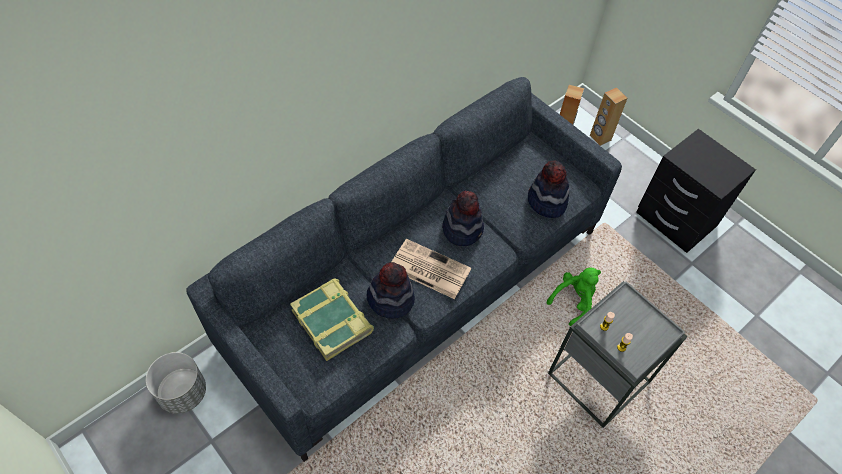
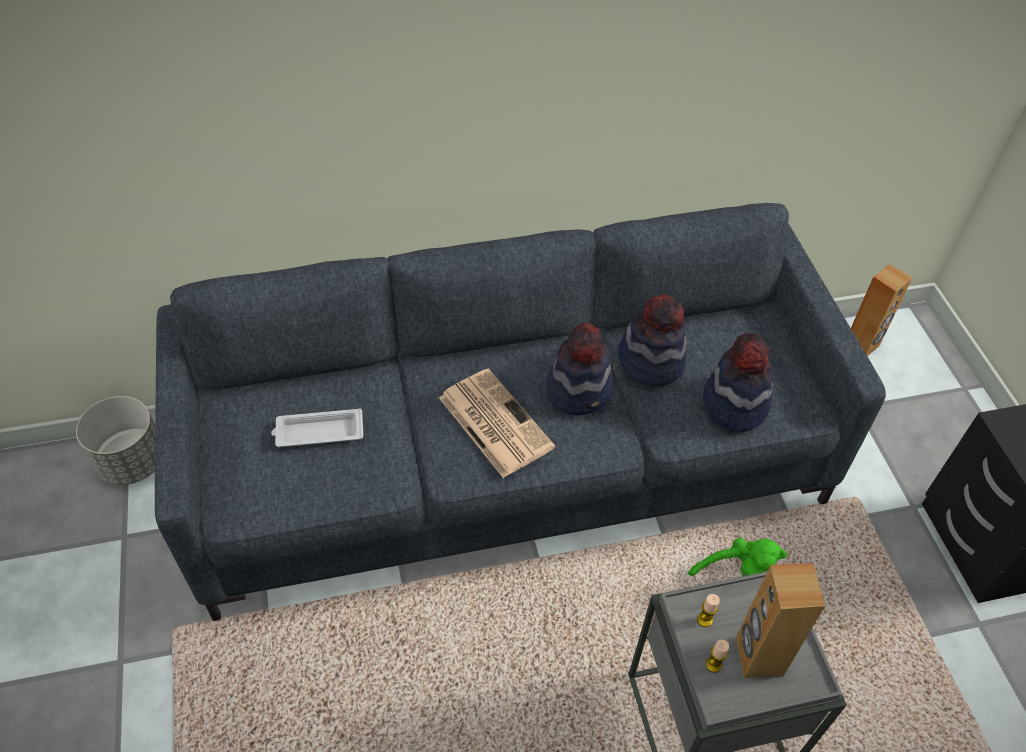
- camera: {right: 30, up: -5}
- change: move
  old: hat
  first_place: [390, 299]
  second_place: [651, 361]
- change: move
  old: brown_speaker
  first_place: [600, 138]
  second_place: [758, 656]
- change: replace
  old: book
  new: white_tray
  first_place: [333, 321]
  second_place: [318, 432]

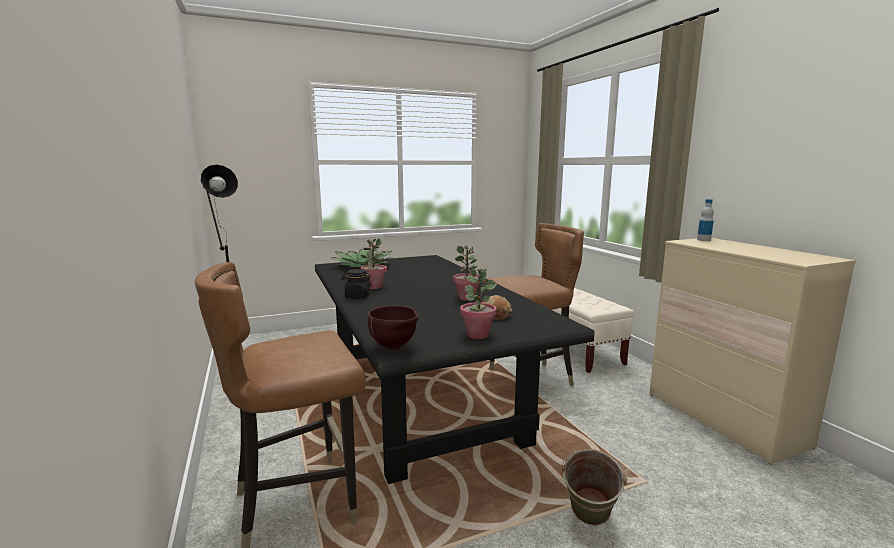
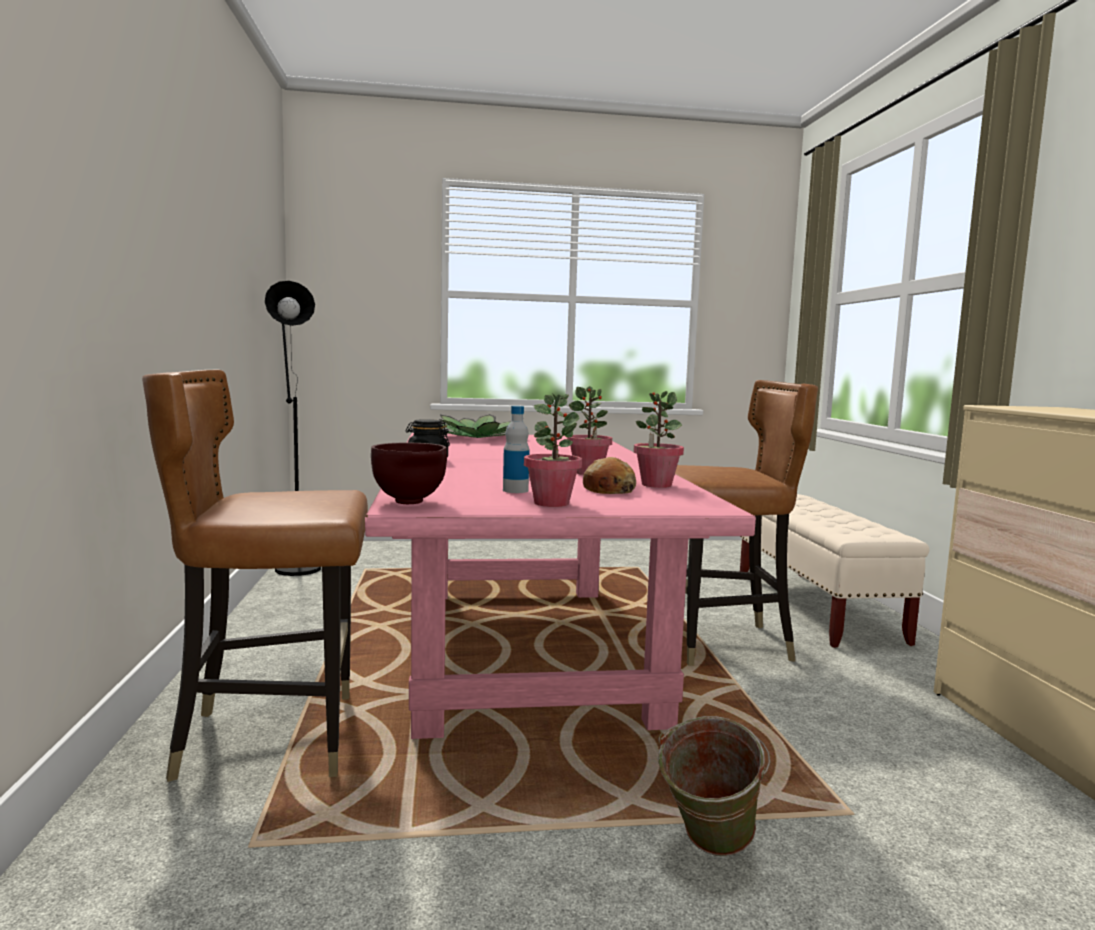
- camera: {right: 15, up: -5}
- change: move
  old: potted_plant
  first_place: [374, 287]
  second_place: [656, 485]
- change: move
  old: bottle
  first_place: [703, 240]
  second_place: [515, 490]
- change: recolor
  old: black_dining_table
  new: pink_dining_table
  first_place: [422, 403]
  second_place: [525, 649]

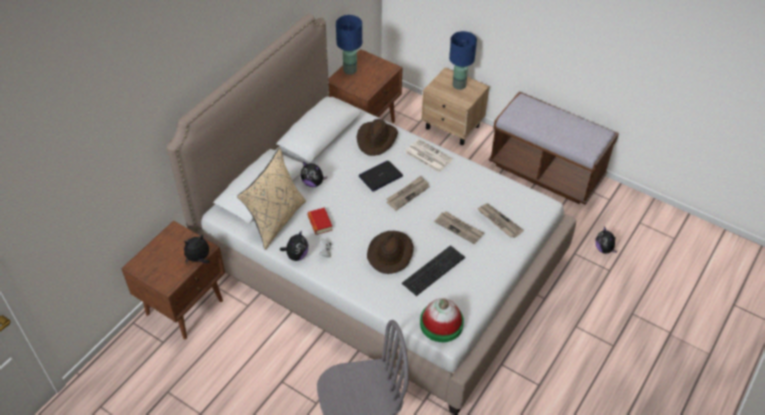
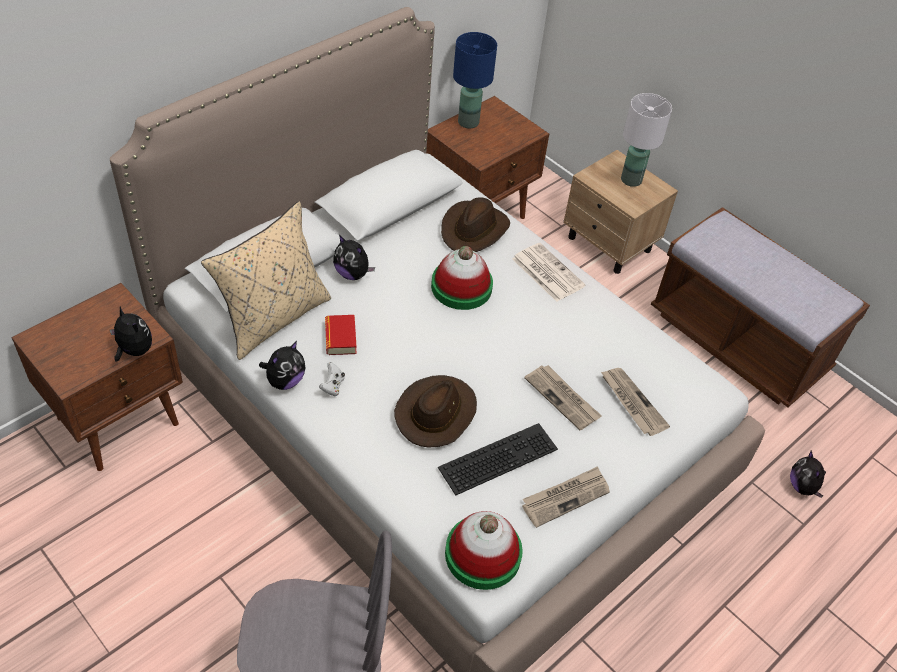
- camera: {right: 10, up: 0}
- change: move
  old: newspaper
  first_place: [408, 194]
  second_place: [565, 497]
- change: replace
  old: laptop
  new: hat
  first_place: [380, 176]
  second_place: [461, 287]
- change: recolor
  old: blue_table_lamp
  new: white_table_lamp
  first_place: [459, 85]
  second_place: [631, 180]
- change: rotate
  old: plush_toy
  first_place: [199, 259]
  second_place: [134, 351]
  degrees: 60

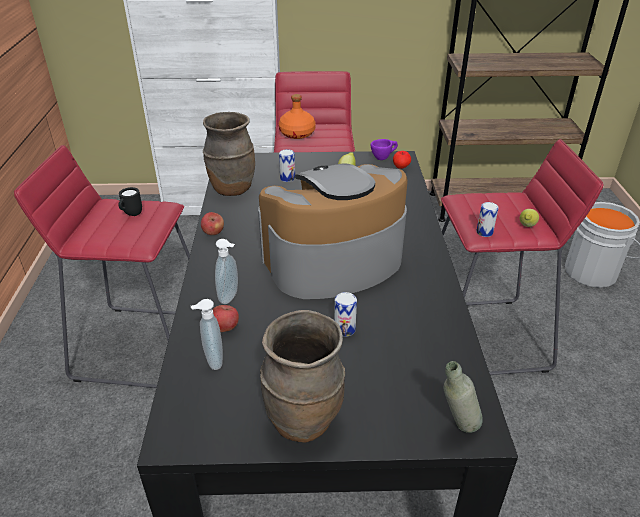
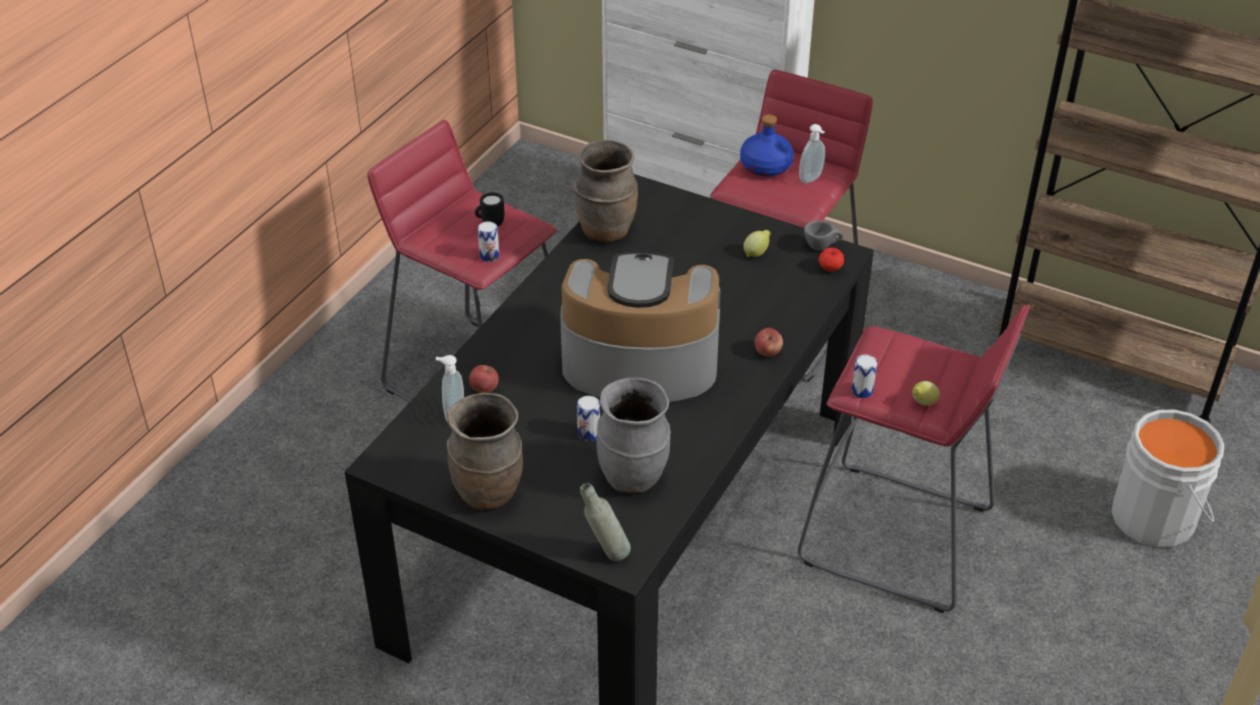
- camera: {right: 30, up: 5}
- change: insert
  new: grey_vase
  second_place: [634, 478]
- change: move
  old: apple
  first_place: [213, 233]
  second_place: [767, 352]
- change: move
  old: soap_dispenser
  first_place: [230, 297]
  second_place: [812, 179]
- change: move
  old: can
  first_place: [287, 178]
  second_place: [489, 256]
- change: recolor
  old: orange_bottle
  new: blue_bottle
  first_place: [297, 134]
  second_place: [765, 166]
- change: recolor
  old: purple_cup
  new: grey_cup
  first_place: [383, 158]
  second_place: [822, 247]

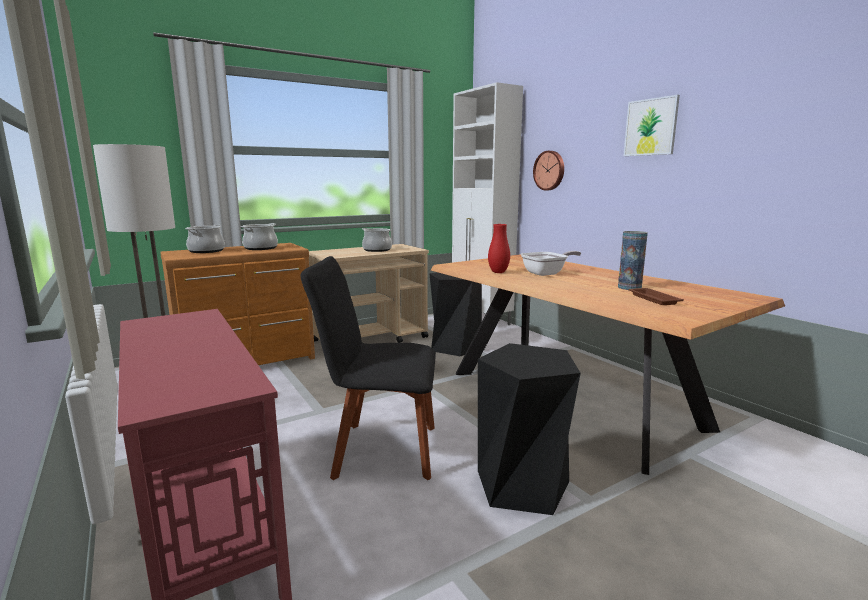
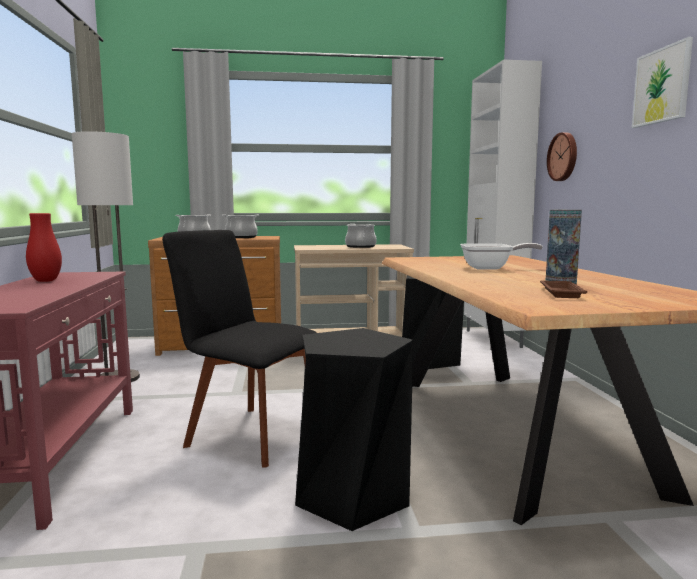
- camera: {right: 25, up: -5}
- change: move
  old: red_vase
  first_place: [498, 272]
  second_place: [46, 281]

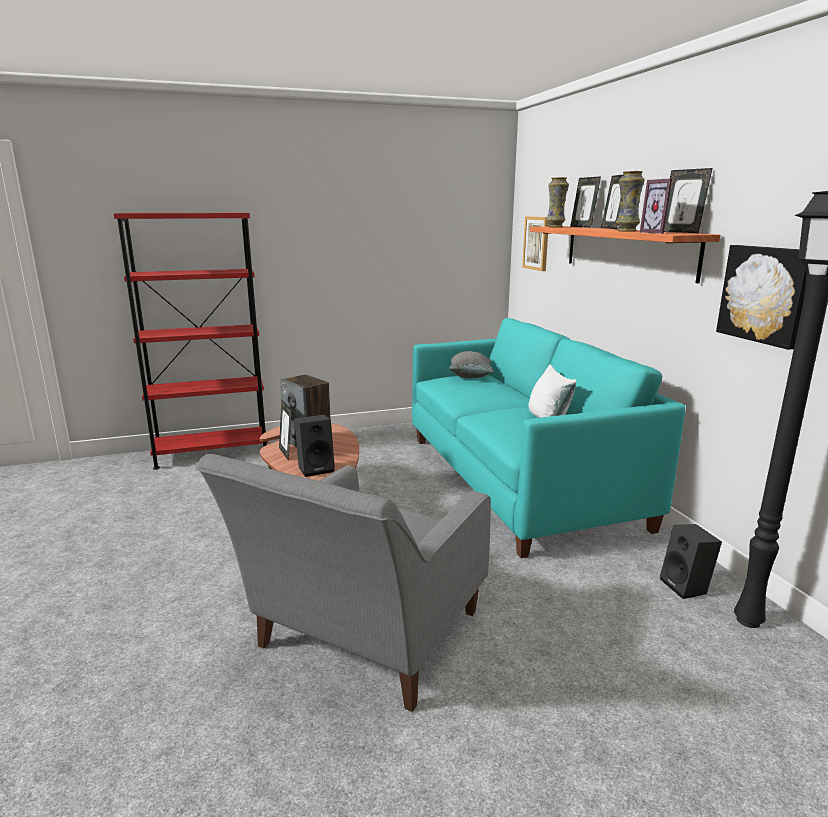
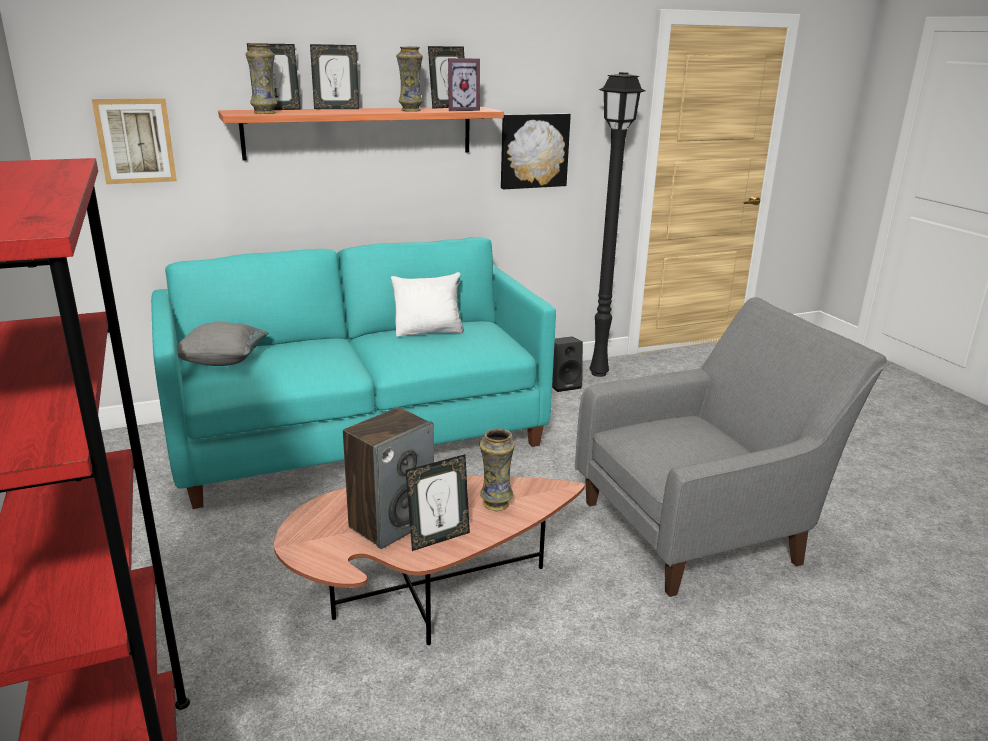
- camera: {right: -95, up: 5}
- change: replace
  old: black_speaker
  new: vase
  first_place: [316, 468]
  second_place: [495, 504]
- change: rotate
  old: grey_armchair
  first_place: [363, 639]
  second_place: [701, 527]
  degrees: -45

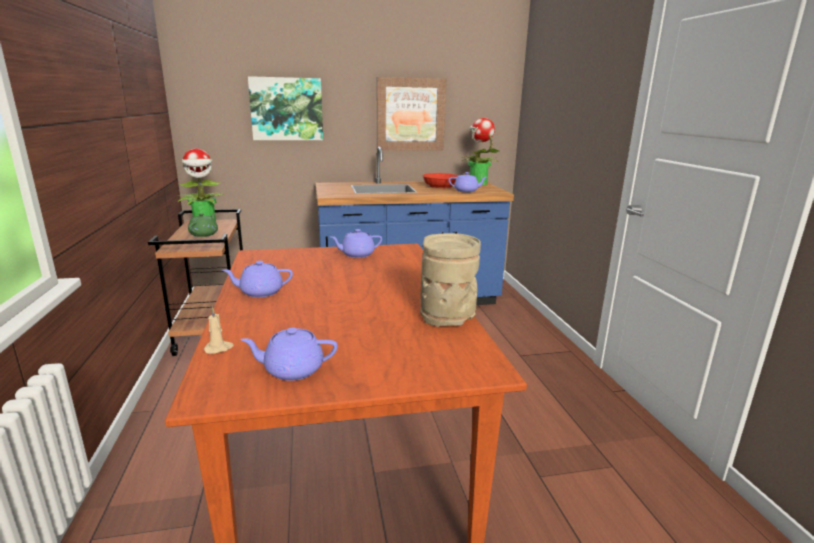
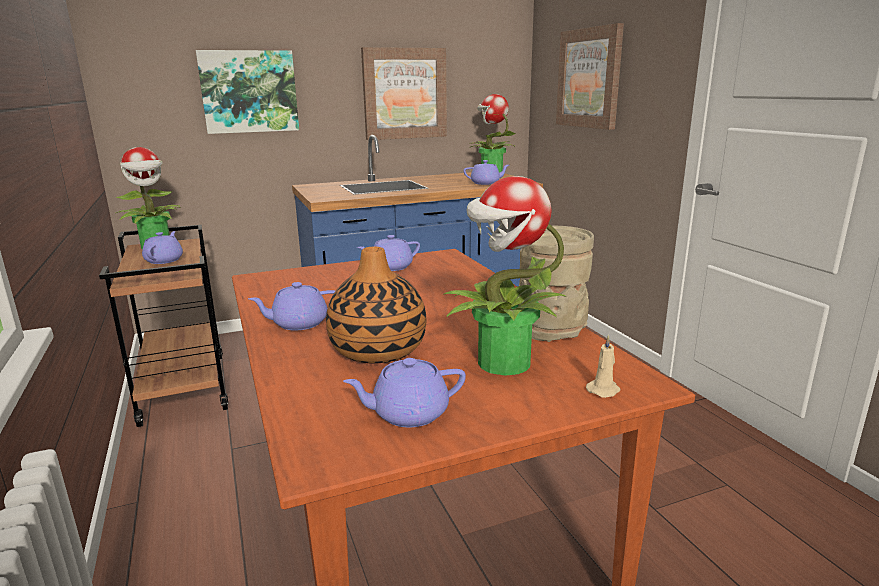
- camera: {right: -10, up: 0}
- change: delete
  old: red_bowl
  first_place: [440, 186]
- change: insert
  new: vase
  second_place: [378, 351]
- change: insert
  new: potted_plant
  second_place: [502, 363]
- change: insert
  new: picture
  second_place: [589, 78]
- change: move
  old: beige_candle
  first_place: [219, 348]
  second_place: [604, 390]
- change: recolor
  old: green_teapot
  new: purple_teapot
  first_place: [204, 234]
  second_place: [164, 260]

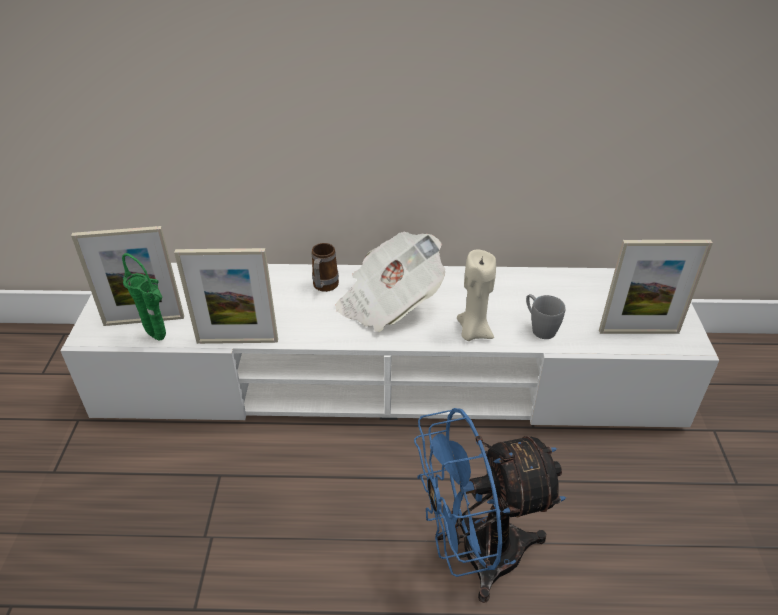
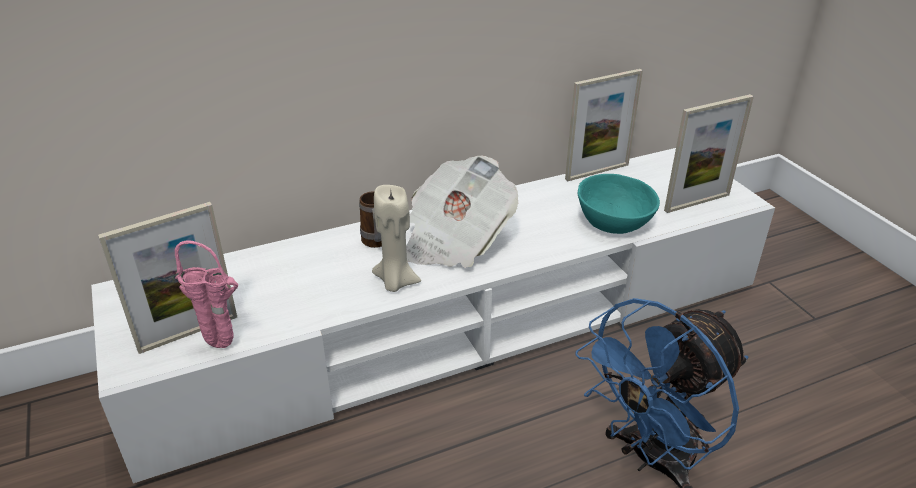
- camera: {right: -25, up: -5}
- change: move
  old: picture_frame
  first_place: [237, 341]
  second_place: [597, 172]
- change: move
  old: beige_candle
  first_place: [473, 332]
  second_place: [395, 282]
- change: replace
  old: grey_mug
  new: turquoise_bowl
  first_place: [539, 328]
  second_place: [612, 222]
- change: recolor
  old: green_vase
  new: pink_vase
  first_place: [160, 339]
  second_place: [224, 347]

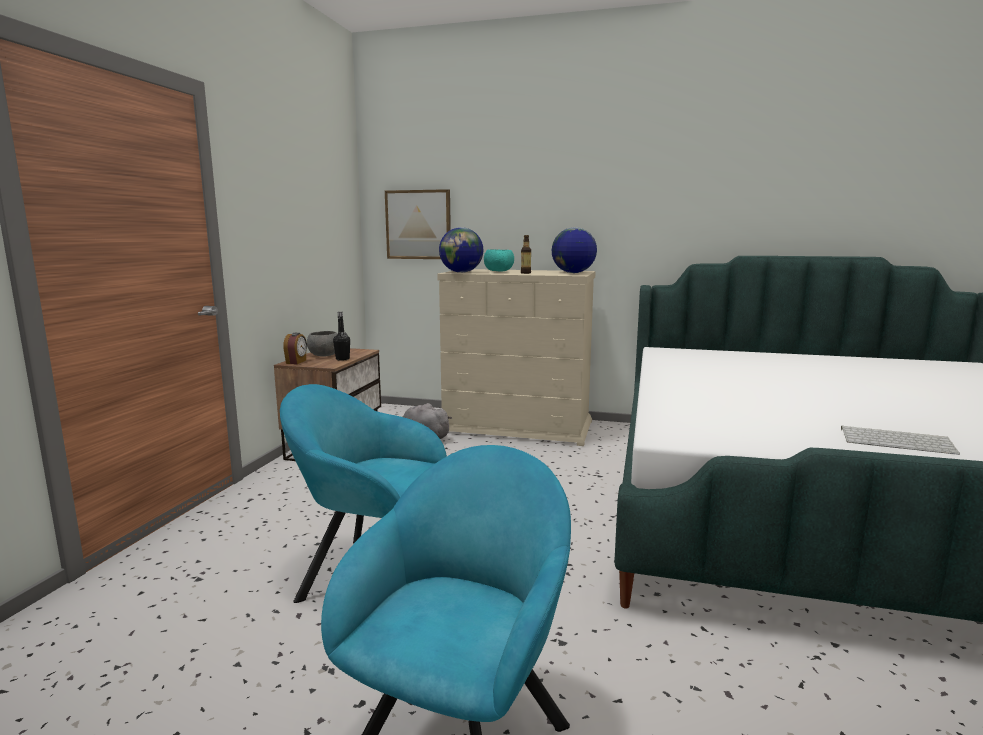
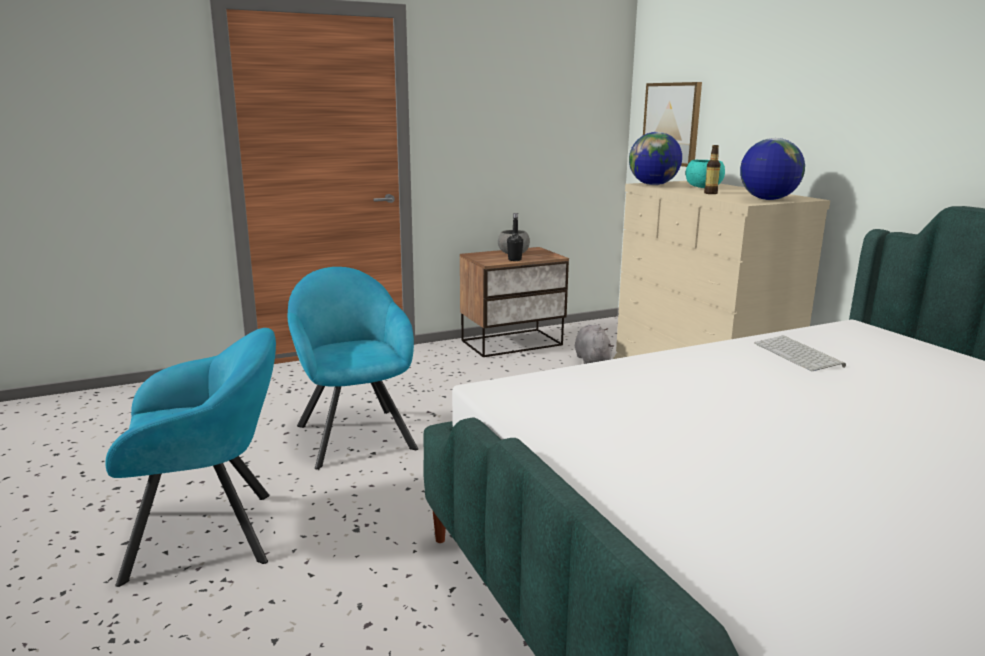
- camera: {right: 50, up: 5}
- change: delete
  old: alarm_clock
  first_place: [296, 362]
- change: move
  old: keyboard
  first_place: [897, 441]
  second_place: [799, 355]

